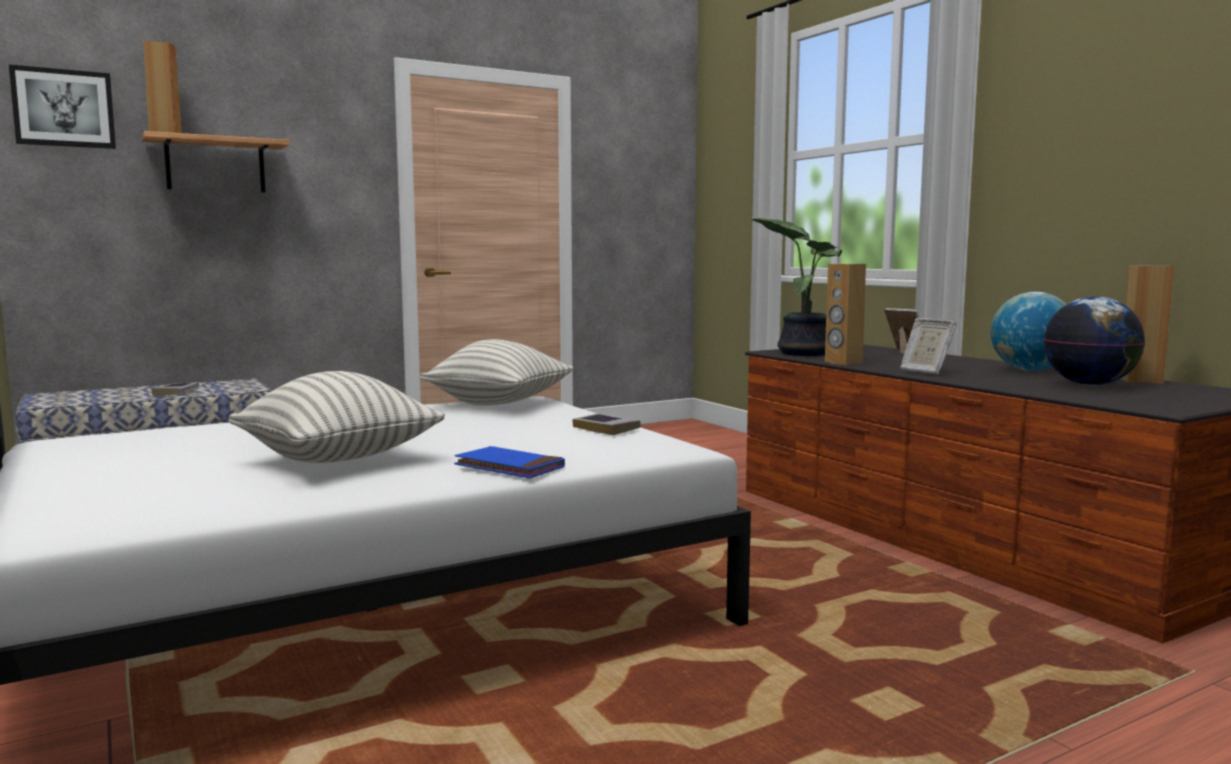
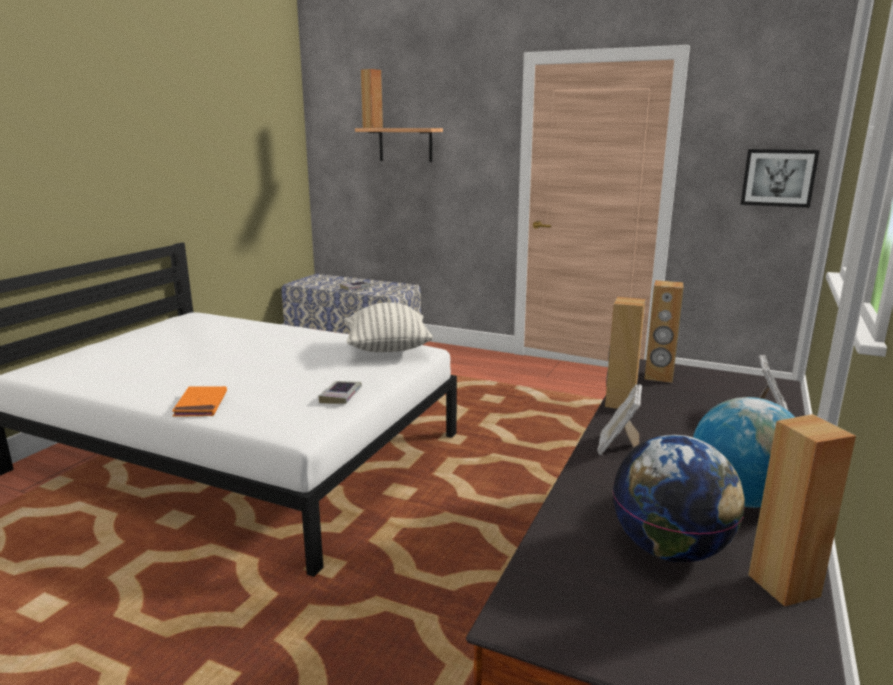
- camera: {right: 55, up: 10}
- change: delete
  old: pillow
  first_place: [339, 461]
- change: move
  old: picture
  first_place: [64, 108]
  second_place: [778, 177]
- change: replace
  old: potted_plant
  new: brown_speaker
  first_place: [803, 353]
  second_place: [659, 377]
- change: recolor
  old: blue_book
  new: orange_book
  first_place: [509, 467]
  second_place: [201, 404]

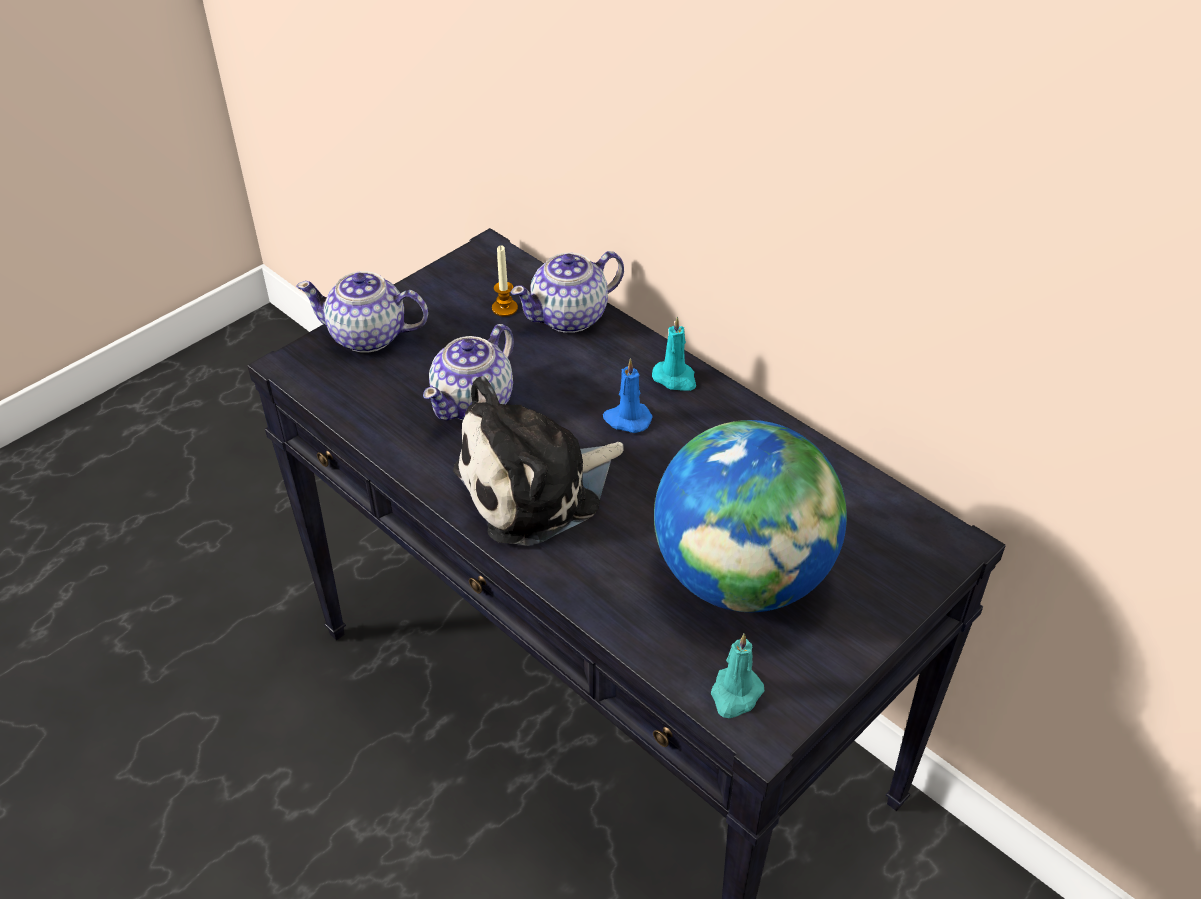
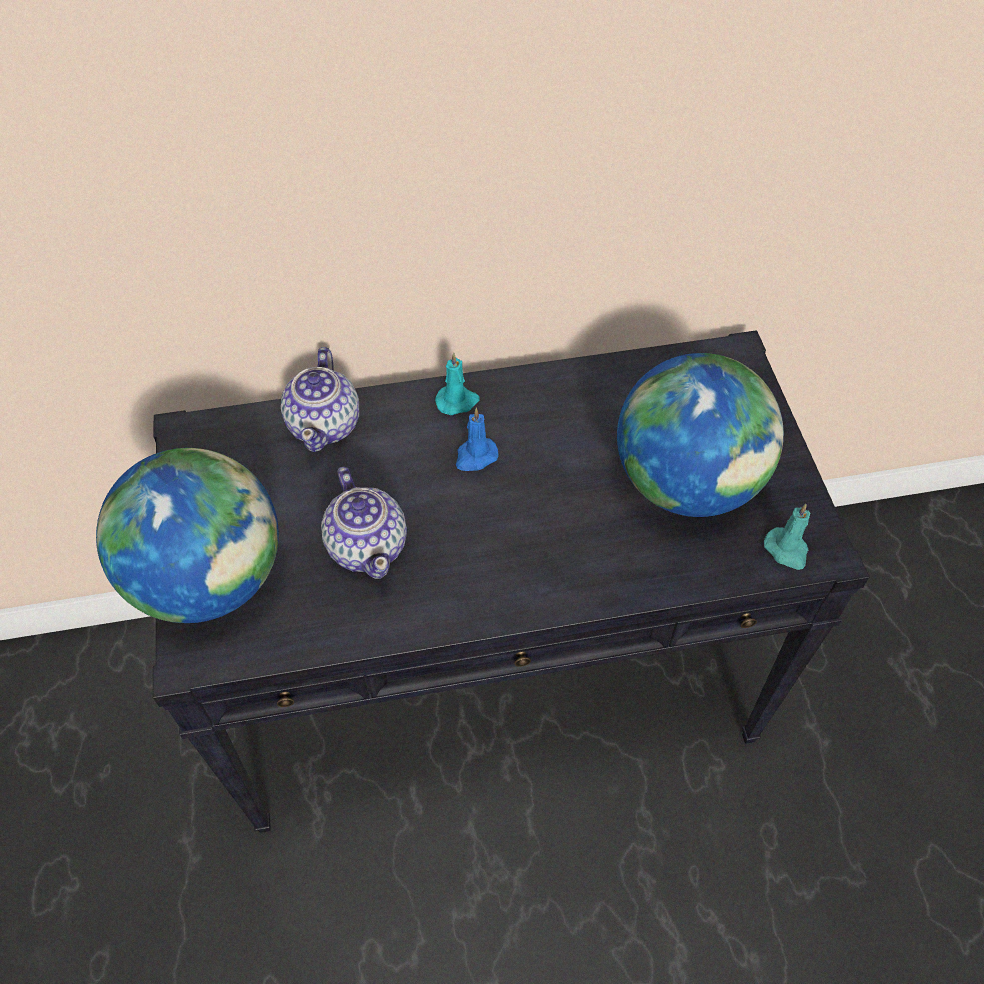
- camera: {right: -55, up: 10}
- change: delete
  old: plush_toy
  first_place: [537, 487]
- change: delete
  old: candle
  first_place: [504, 308]
- change: replace
  old: teapot
  new: globe
  first_place: [368, 336]
  second_place: [209, 578]

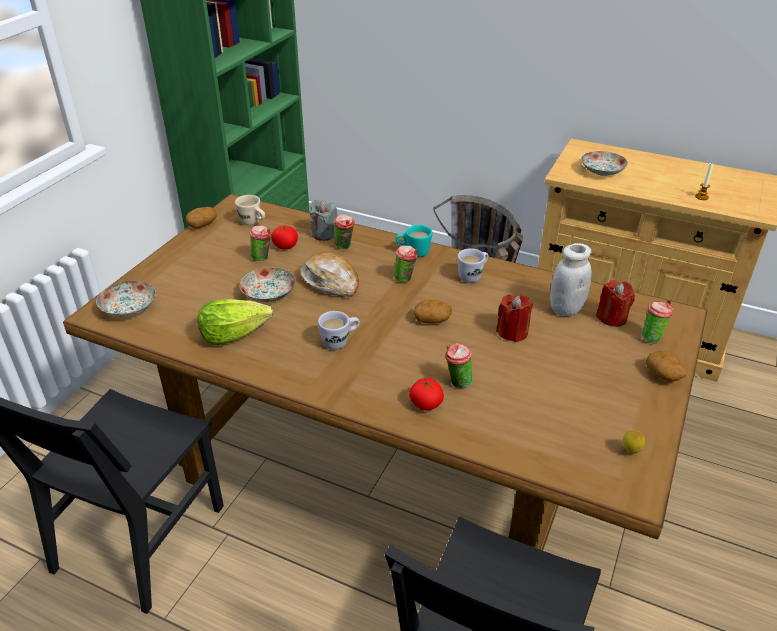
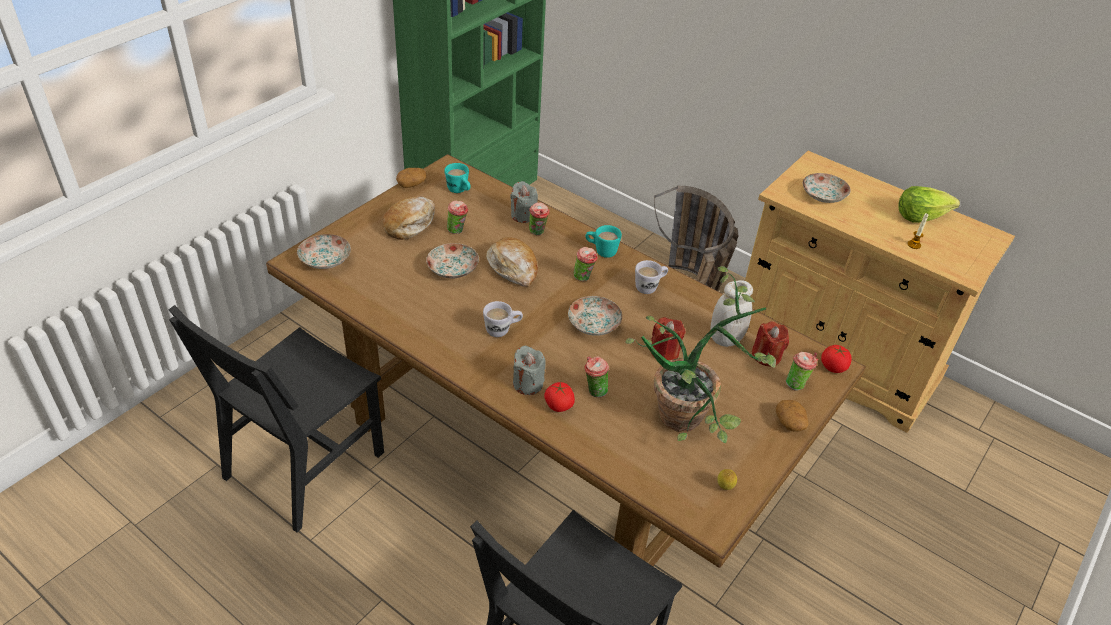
- camera: {right: 10, up: 5}
- change: insert
  new: bread
  second_place: [410, 224]
- change: insert
  new: grey_candle
  second_place: [528, 383]
- change: insert
  new: potted_plant
  second_place: [692, 419]
- change: move
  old: lettuce
  first_place: [234, 334]
  second_place: [920, 216]
- change: move
  old: tomato
  first_place: [285, 246]
  second_place: [833, 367]
- change: replace
  old: potato
  new: plate
  first_place: [432, 319]
  second_place: [594, 325]
- change: recolor
  old: beige_mug
  new: turquoise_mug
  first_place: [253, 223]
  second_place: [459, 191]

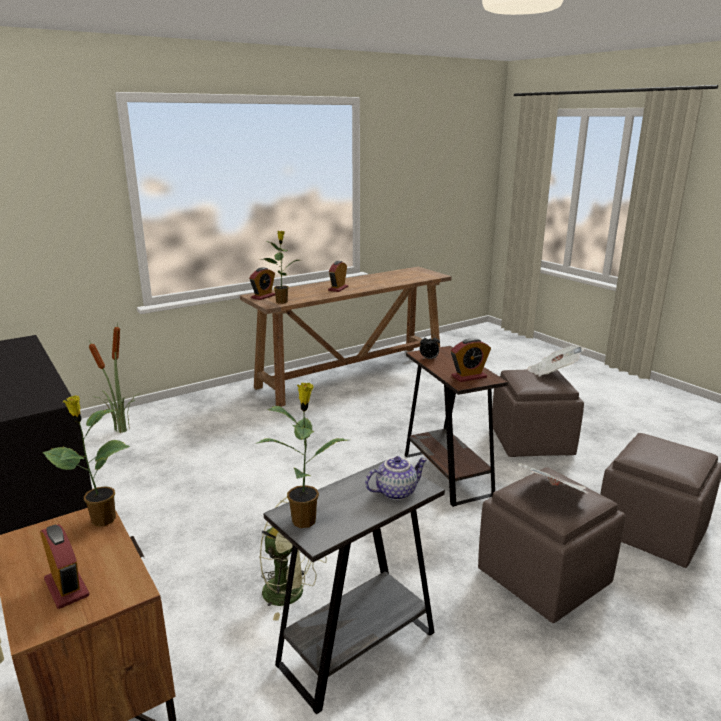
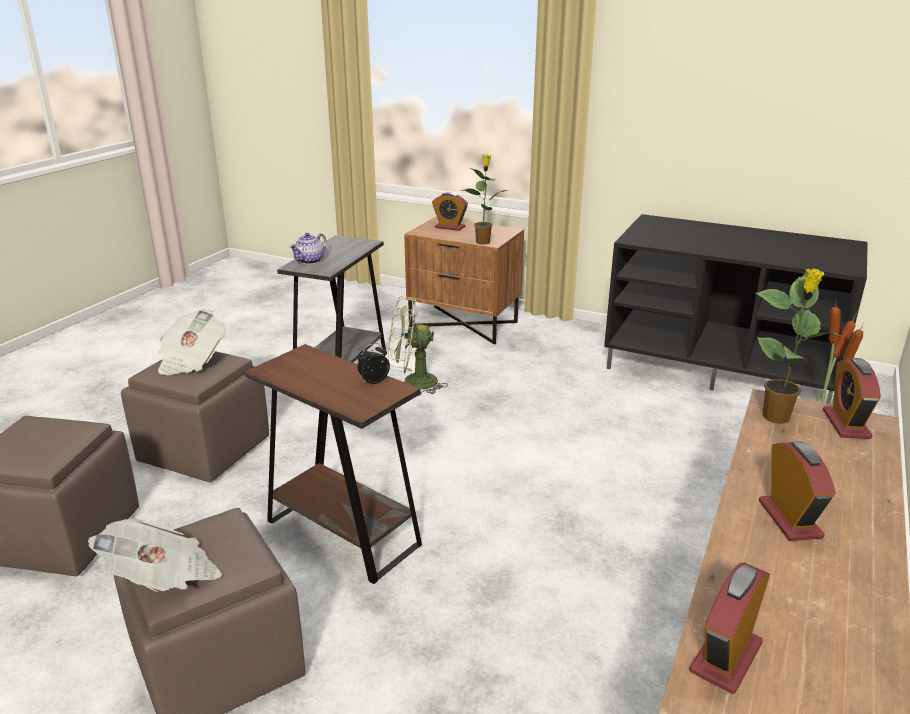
- camera: {right: 150, up: 5}
- change: delete
  old: potted_plant
  first_place: [305, 520]
- change: move
  old: alarm_clock
  first_place: [469, 377]
  second_place: [726, 657]

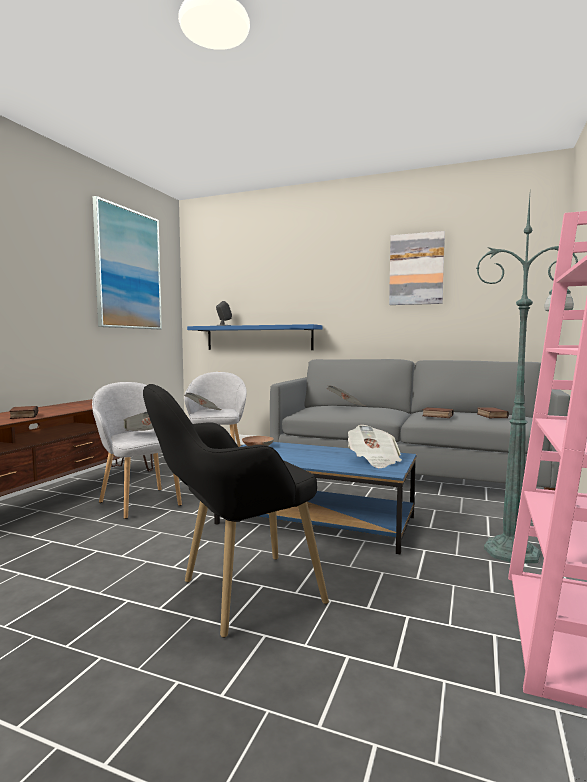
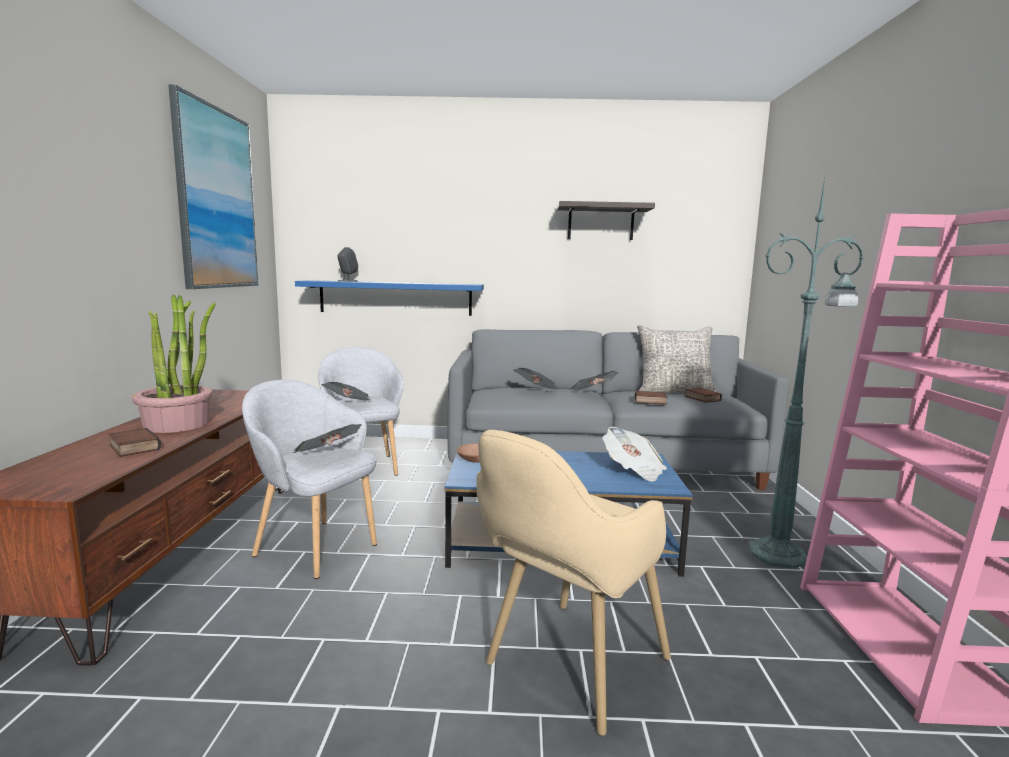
- camera: {right: -20, up: 5}
- change: insert
  new: potted_plant
  second_place: [177, 424]
- change: insert
  new: newspaper
  second_place: [592, 393]
- change: insert
  new: grey_pillow
  second_place: [674, 391]
- change: replace
  old: picture
  new: shelf
  first_place: [416, 269]
  second_place: [600, 222]
- change: recolor
  old: black_armchair
  new: beige_armchair
  first_place: [234, 597]
  second_place: [564, 674]

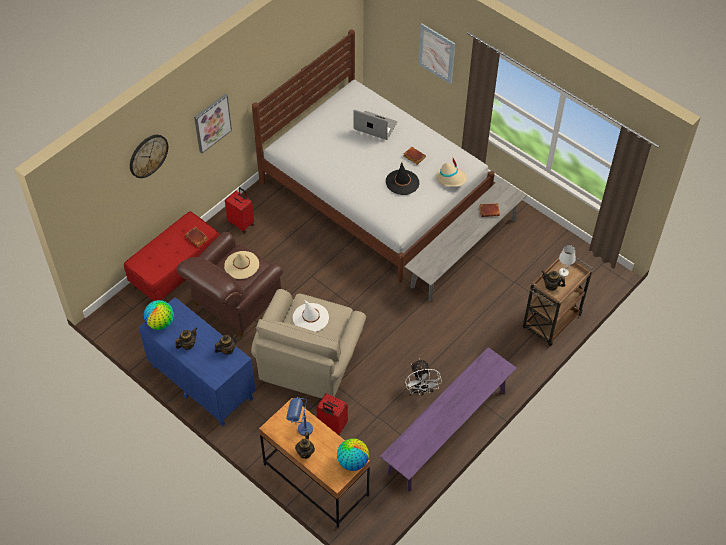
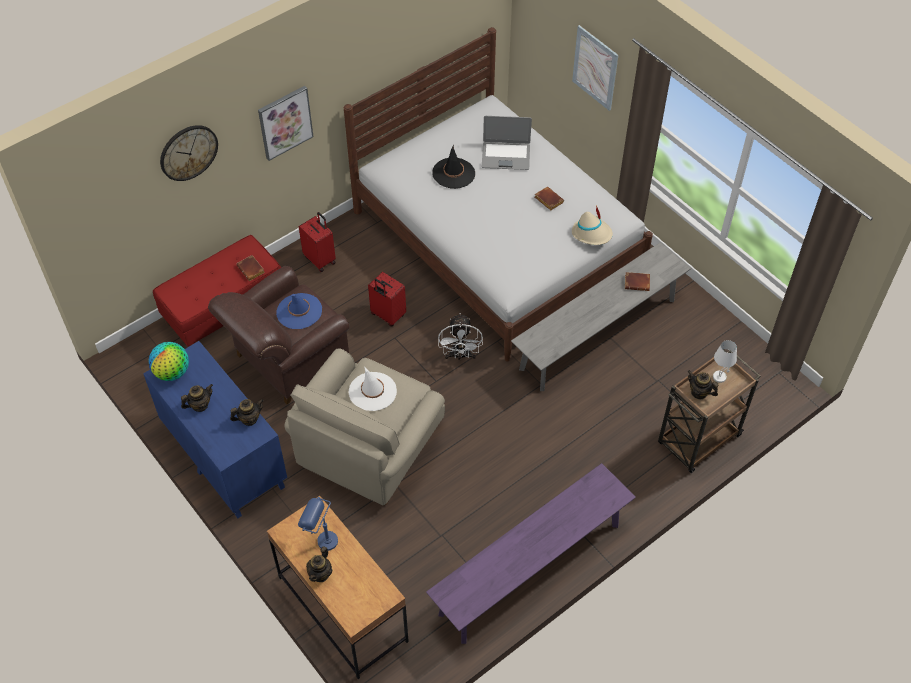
- camera: {right: 10, up: 0}
- change: delete
  old: globe
  first_place: [352, 461]
- change: move
  old: red_suitcase
  first_place: [331, 426]
  second_place: [387, 315]
- change: move
  old: black_hat
  first_place: [402, 182]
  second_place: [453, 173]
- change: move
  old: white_fan
  first_place: [420, 391]
  second_place: [460, 356]
- change: recolor
  old: beige_hat
  new: blue_hat
  first_place: [241, 265]
  second_place: [299, 311]
- change: rotate
  old: laptop
  first_place: [375, 126]
  second_place: [505, 156]
  degrees: 150

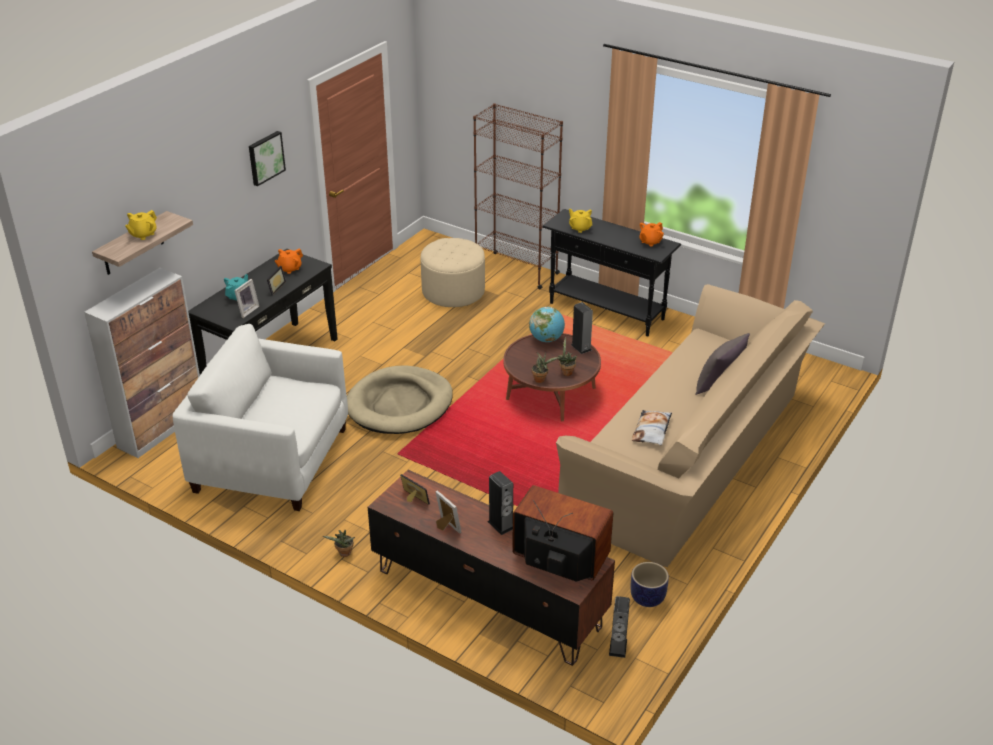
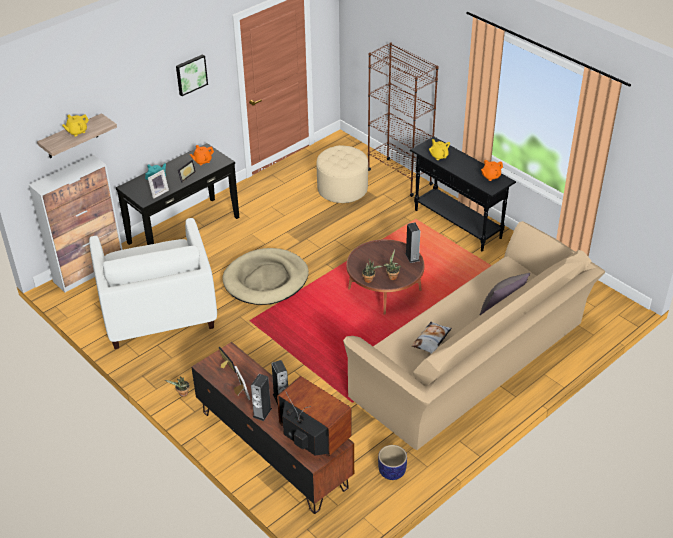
- camera: {right: 15, up: 5}
- change: delete
  old: globe
  first_place: [546, 339]
- change: move
  old: speaker
  first_place: [618, 647]
  second_place: [262, 412]
- change: rotate
  old: white_armchair
  first_place: [272, 460]
  second_place: [157, 310]
  degrees: -135

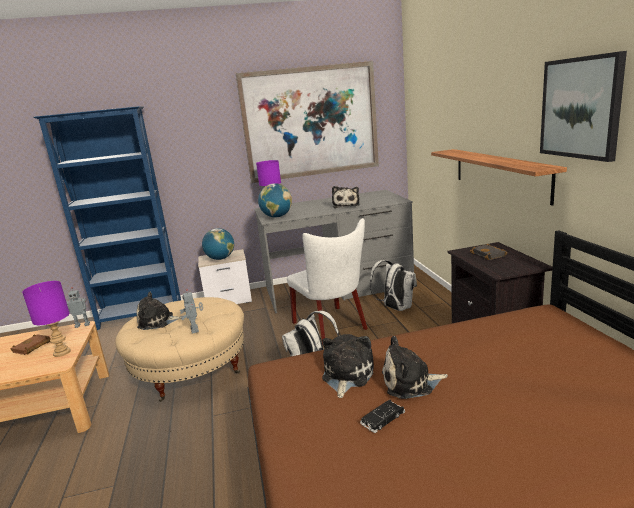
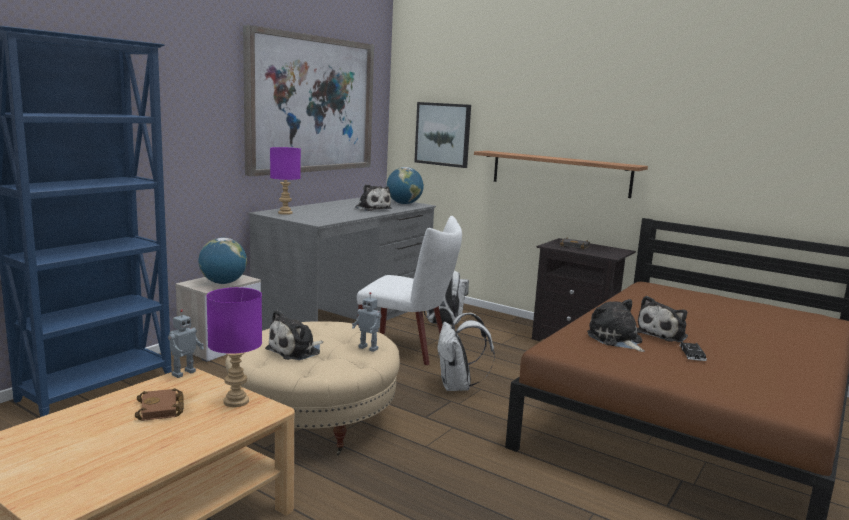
- camera: {right: -45, up: -5}
- change: move
  old: globe
  first_place: [277, 217]
  second_place: [404, 204]
- change: move
  old: picture
  first_place: [581, 108]
  second_place: [443, 134]

